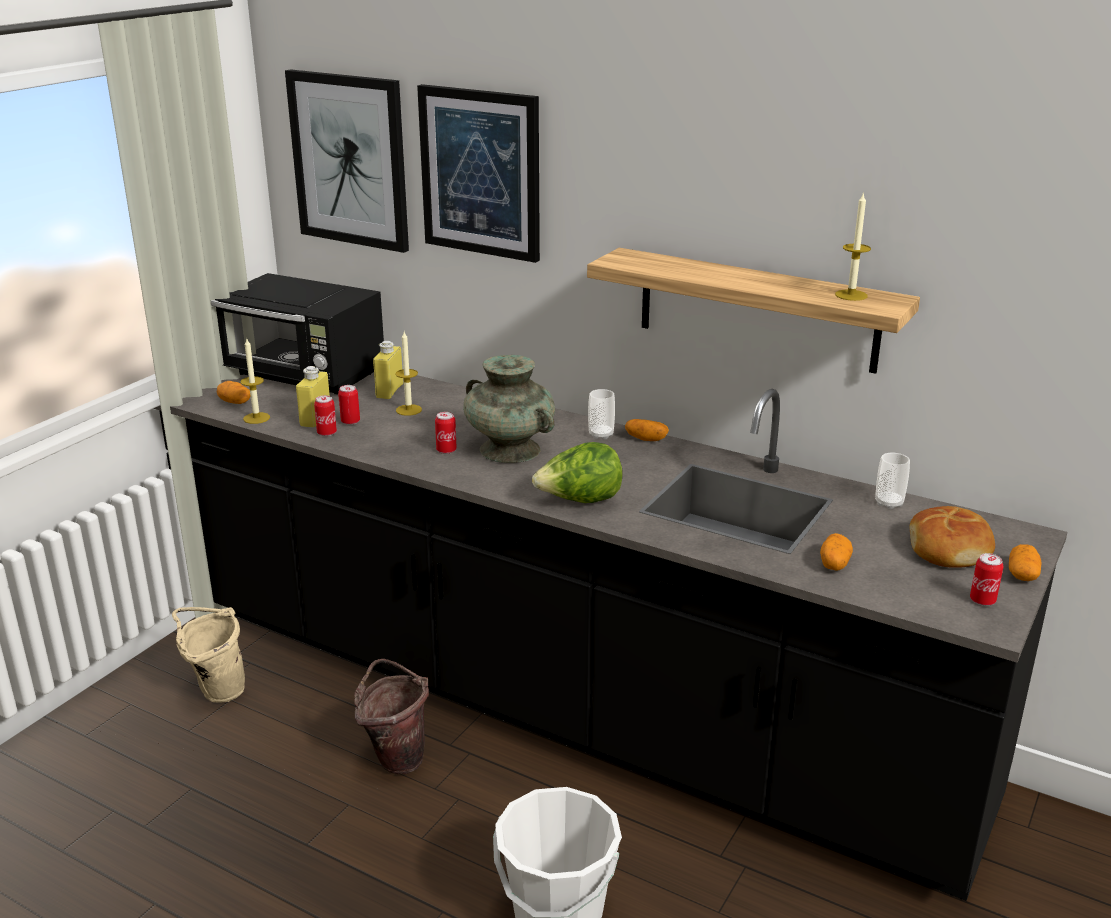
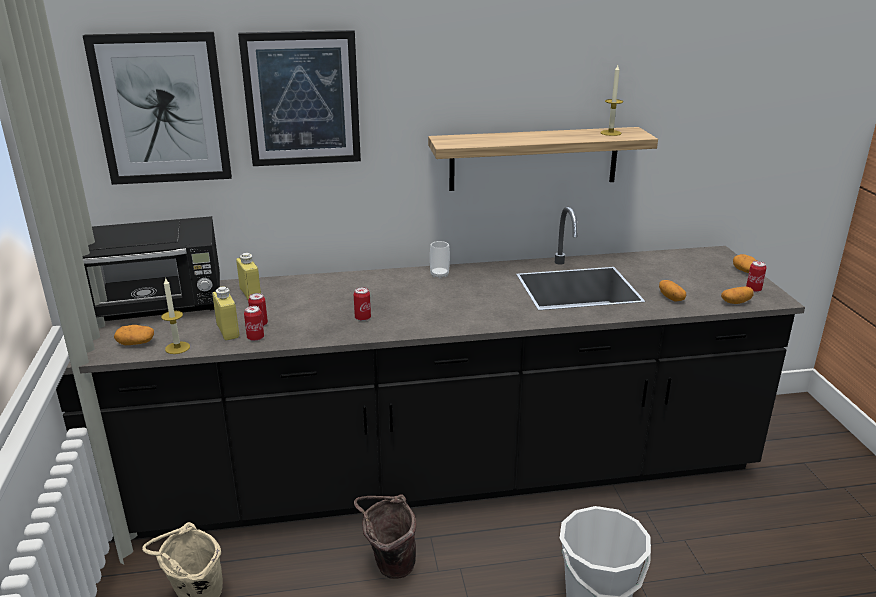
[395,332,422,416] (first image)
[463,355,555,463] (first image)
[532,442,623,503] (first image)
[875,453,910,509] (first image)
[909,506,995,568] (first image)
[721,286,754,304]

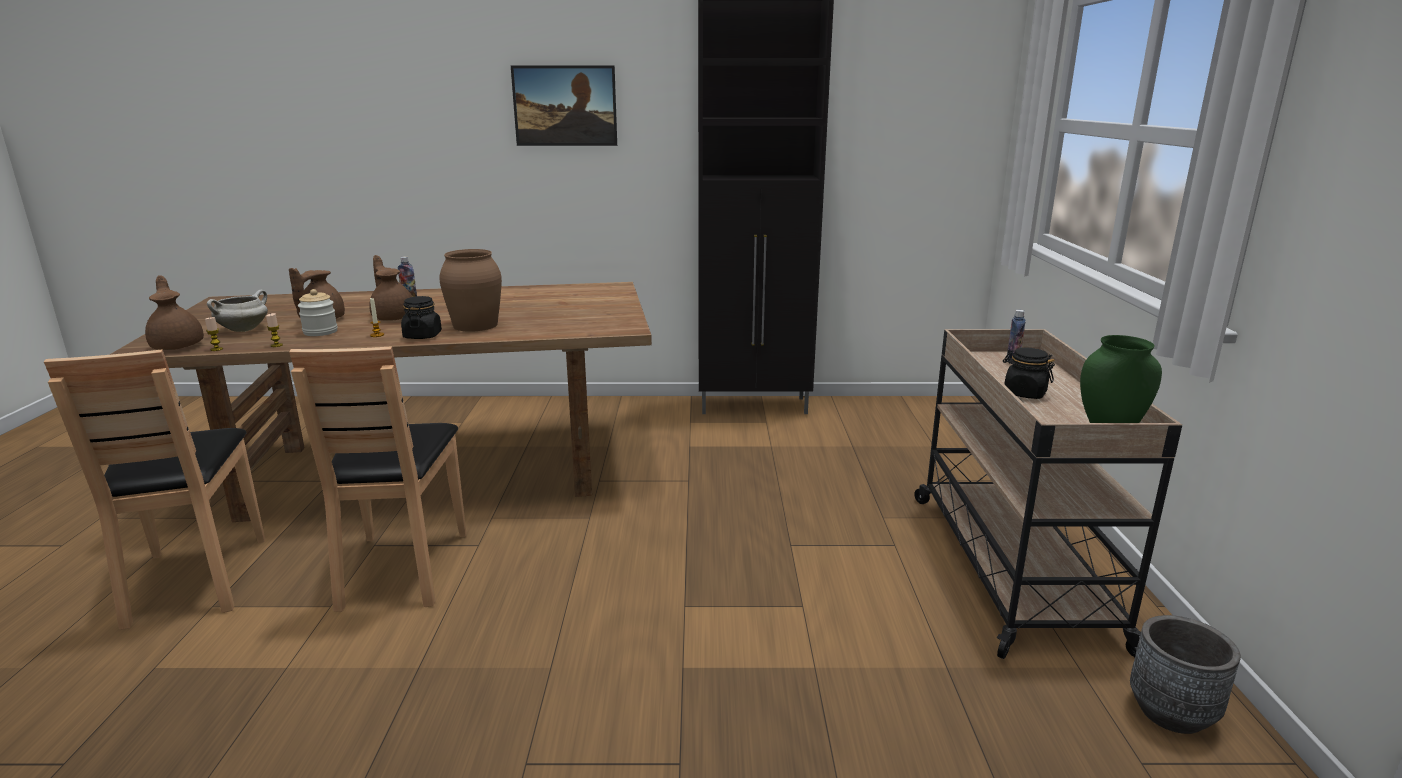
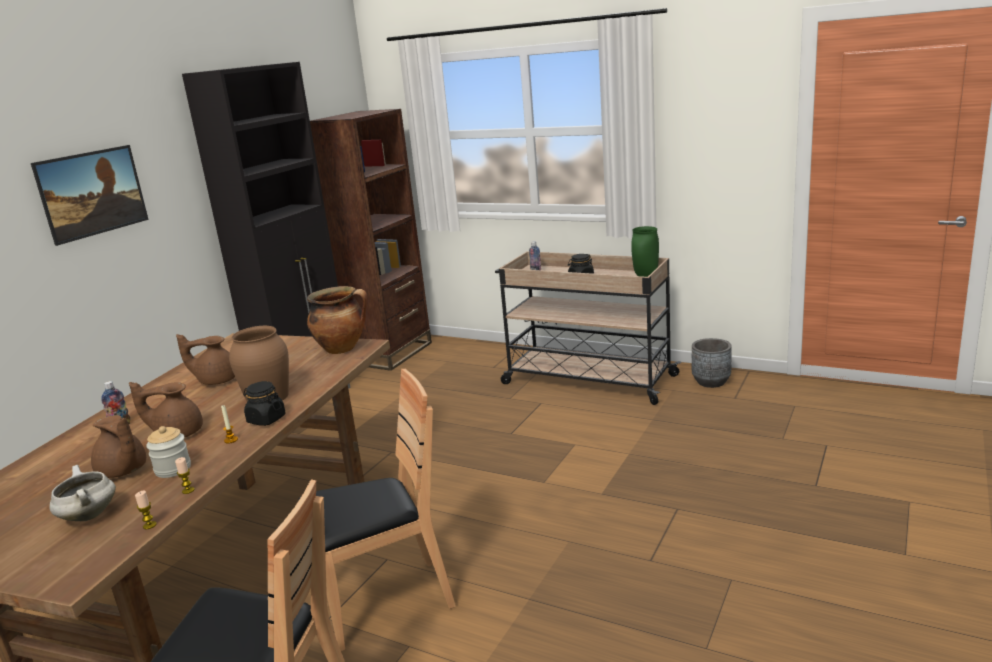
[307,286,368,354]
[310,109,432,371]
[176,334,235,385]
[298,369,456,651]

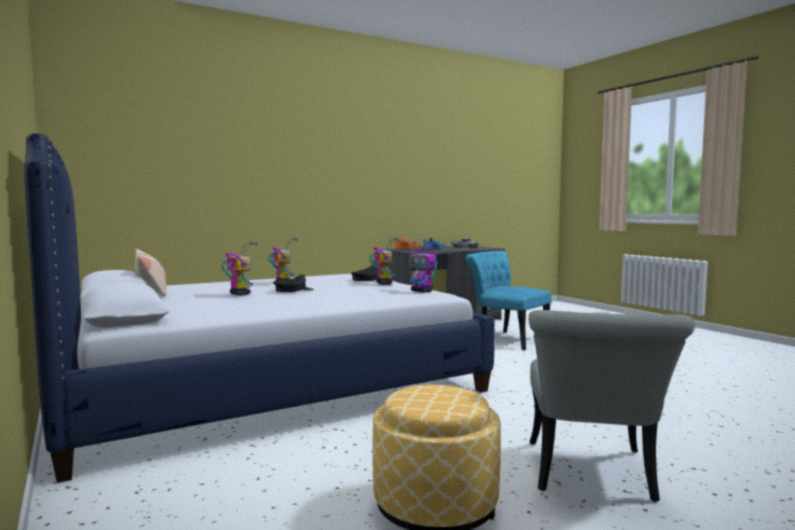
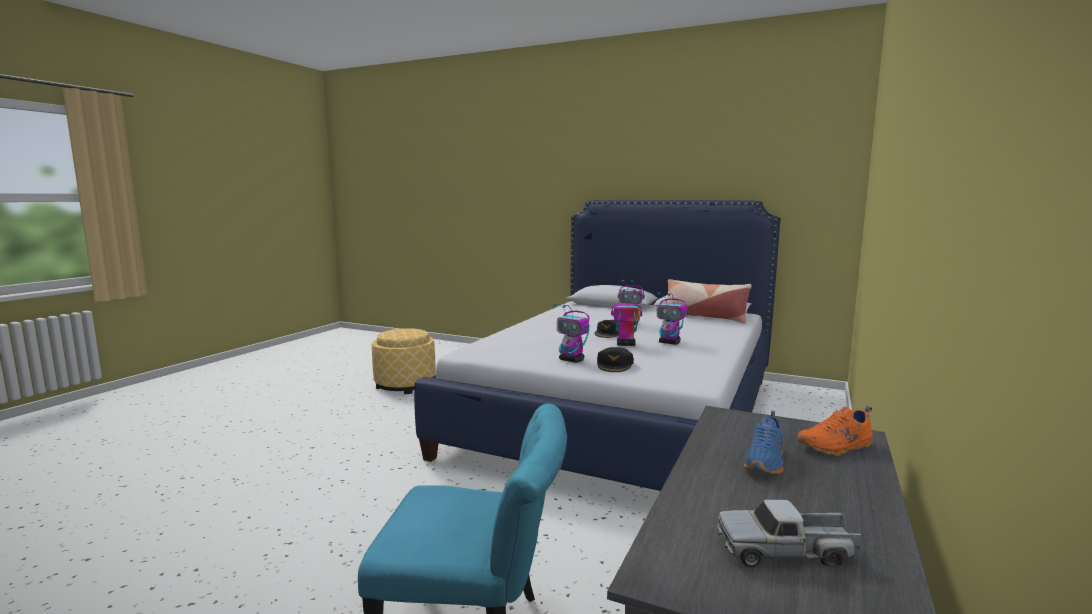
[529,310,695,502] (first image)
[611,289,642,346]

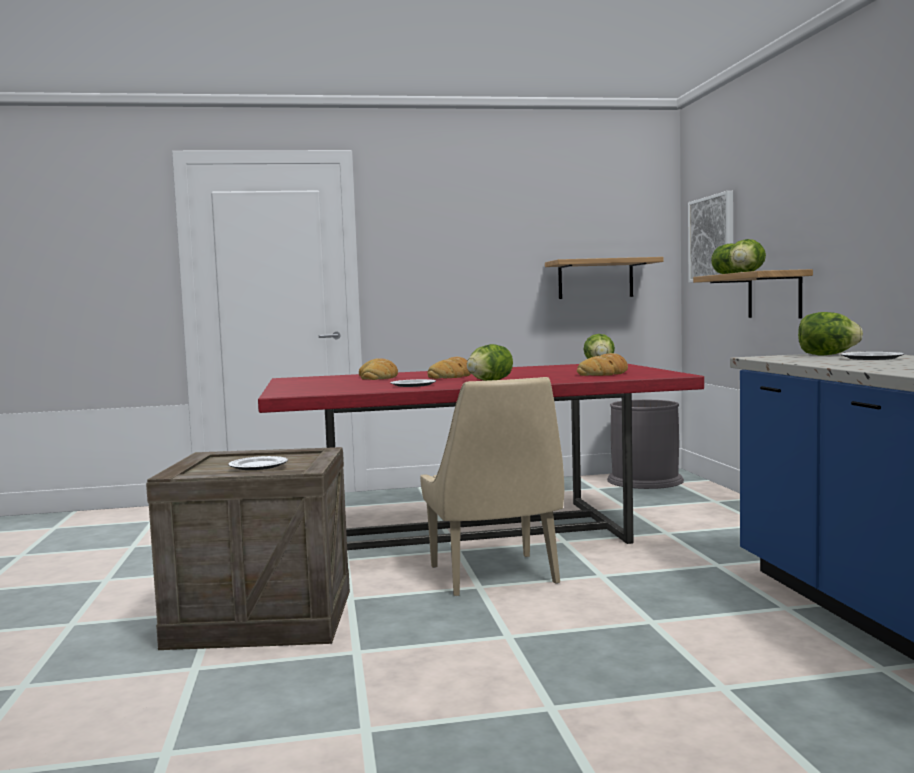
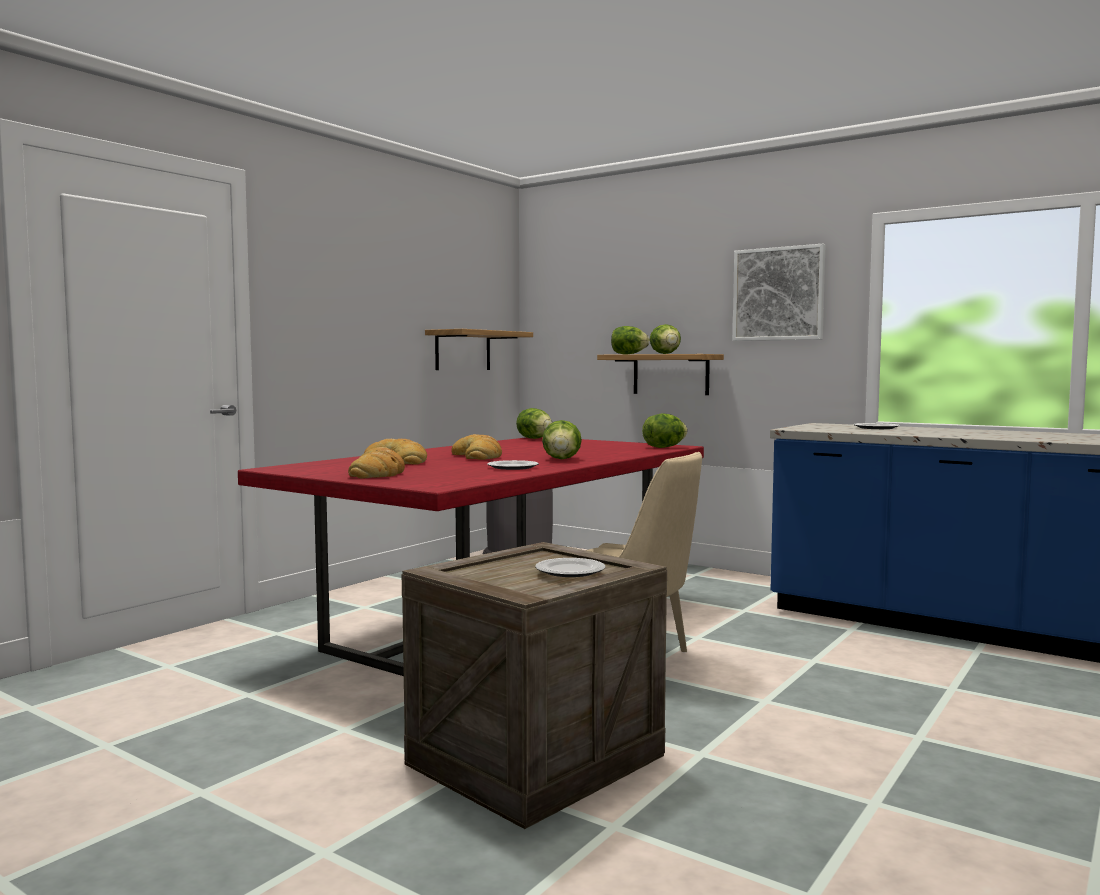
[348,447,405,479]
[733,244,826,341]
[642,413,688,448]

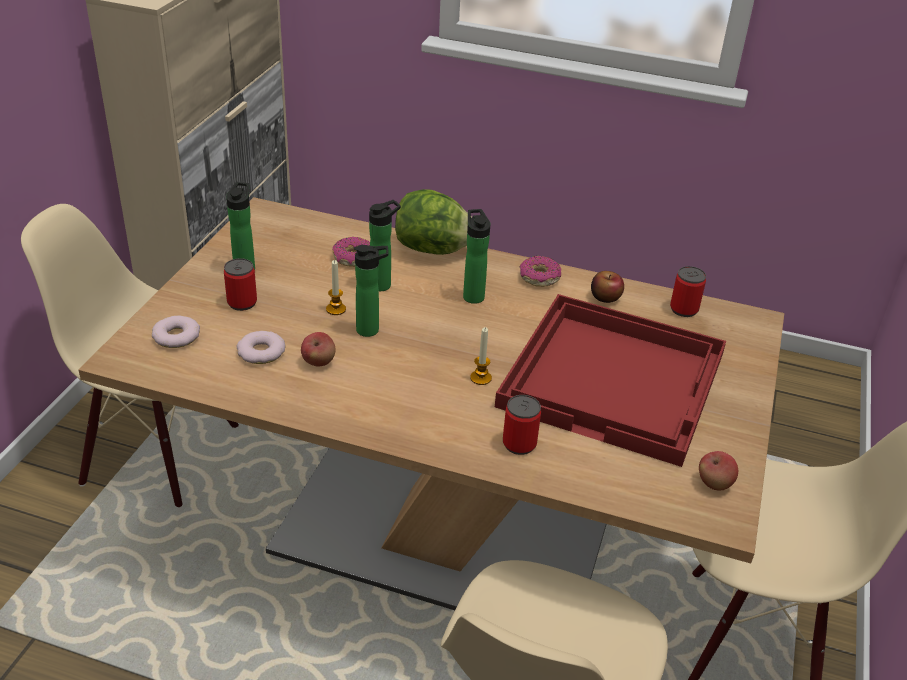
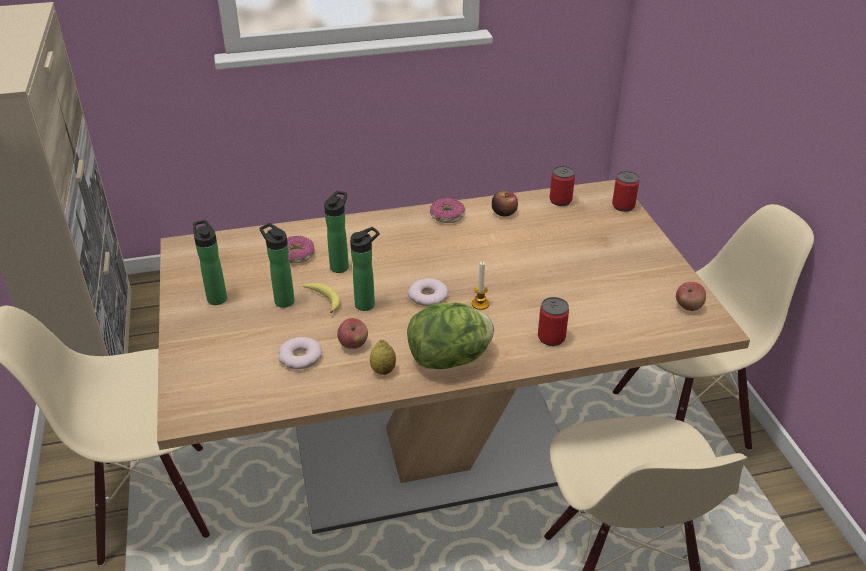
[495,294,726,467] (first image)
[370,339,396,375]
[408,278,448,306]
[612,171,639,212]
[407,303,494,369]
[259,223,295,308]
[303,283,341,313]

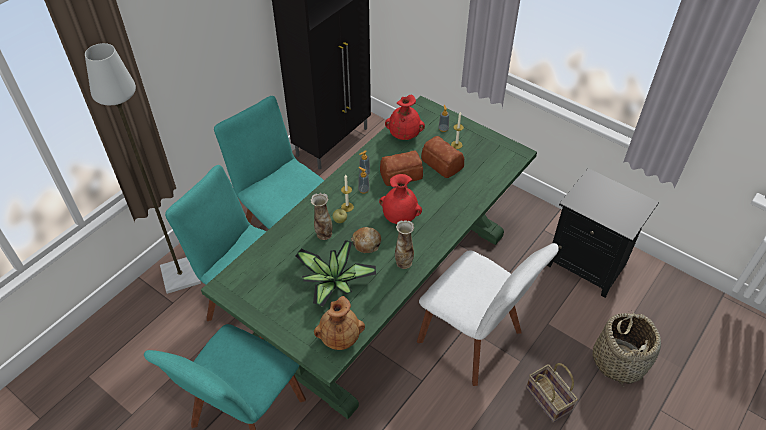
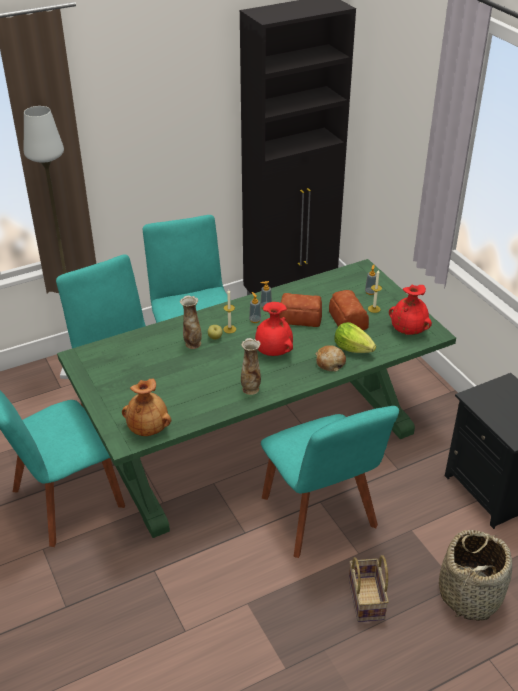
[295,240,376,307] (first image)
[335,322,376,353]
[315,345,346,372]
[389,284,432,335]
[261,406,399,558]

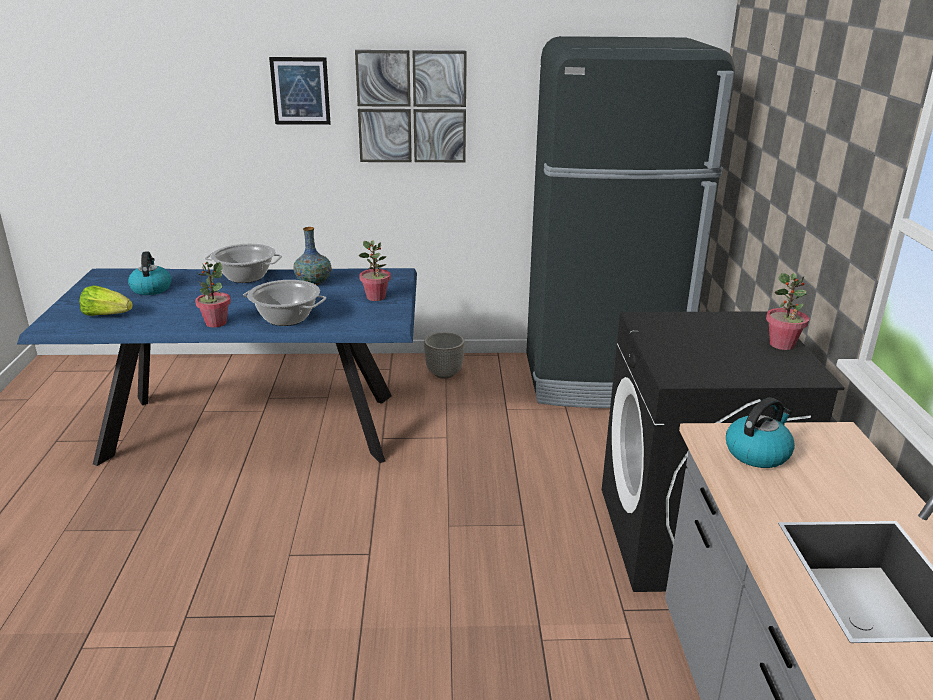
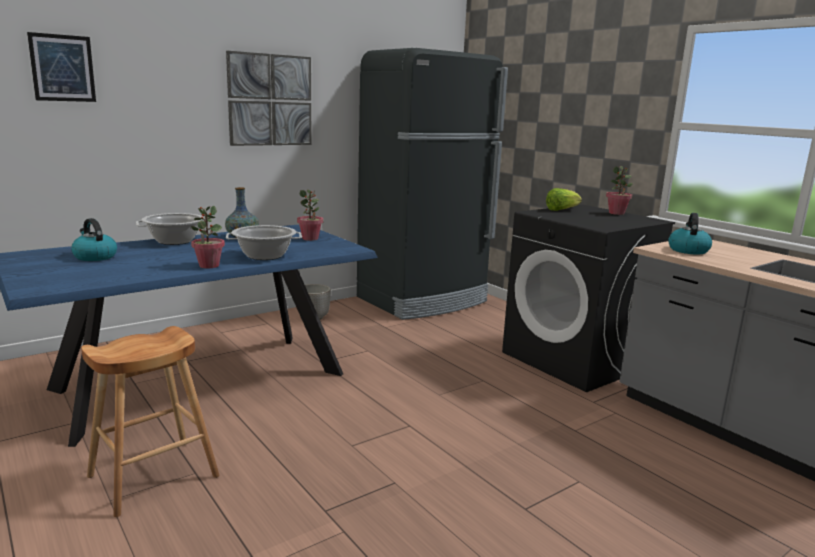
[81,326,219,517]
[546,188,582,211]
[27,32,96,102]

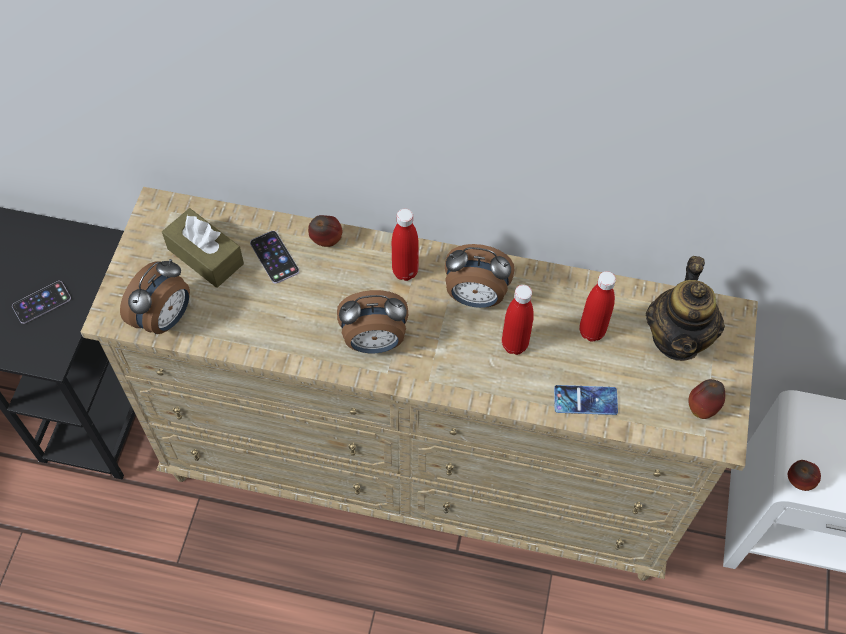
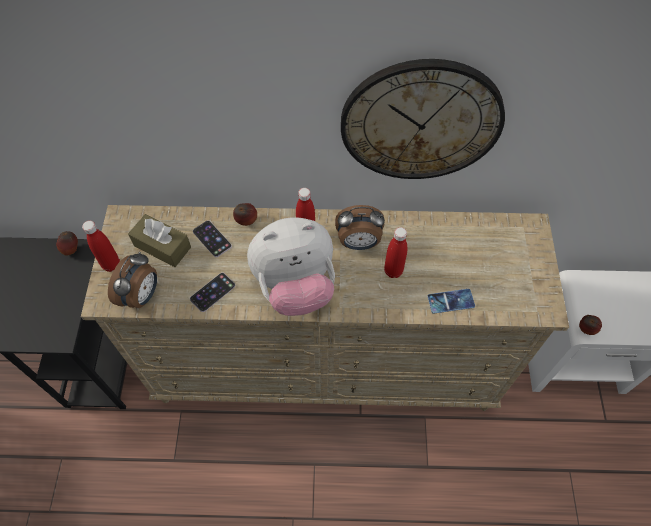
[646,256,725,361] (first image)
[341,59,505,179]
[190,273,235,312]
[82,221,120,272]
[56,231,78,256]
[247,217,335,316]

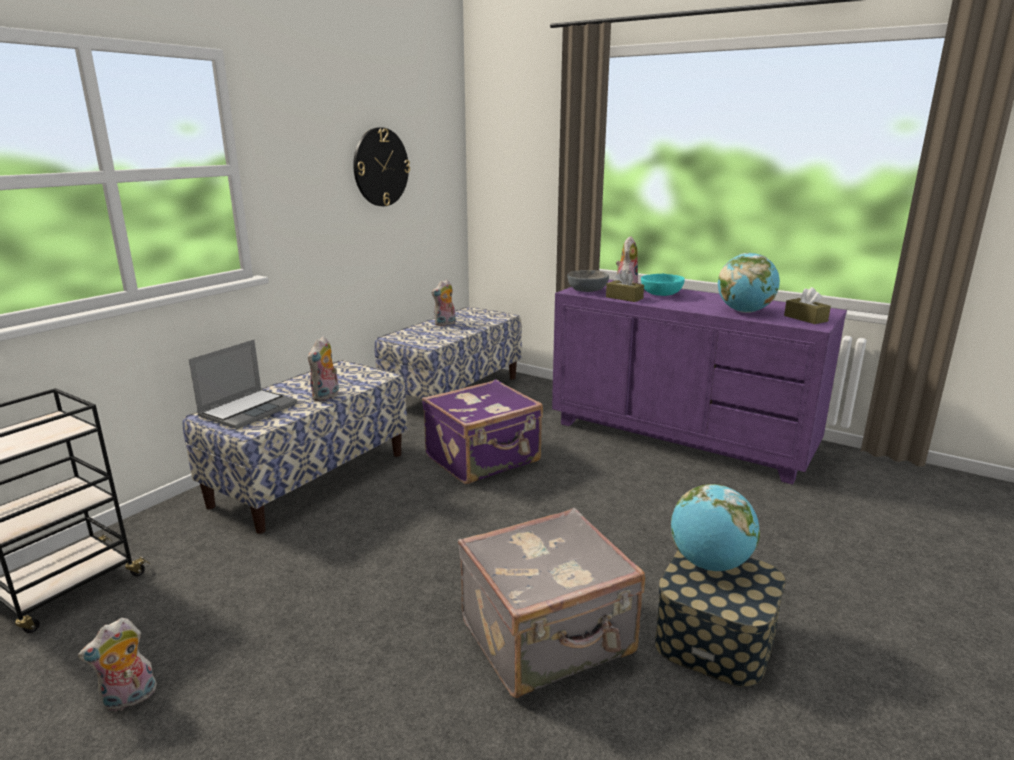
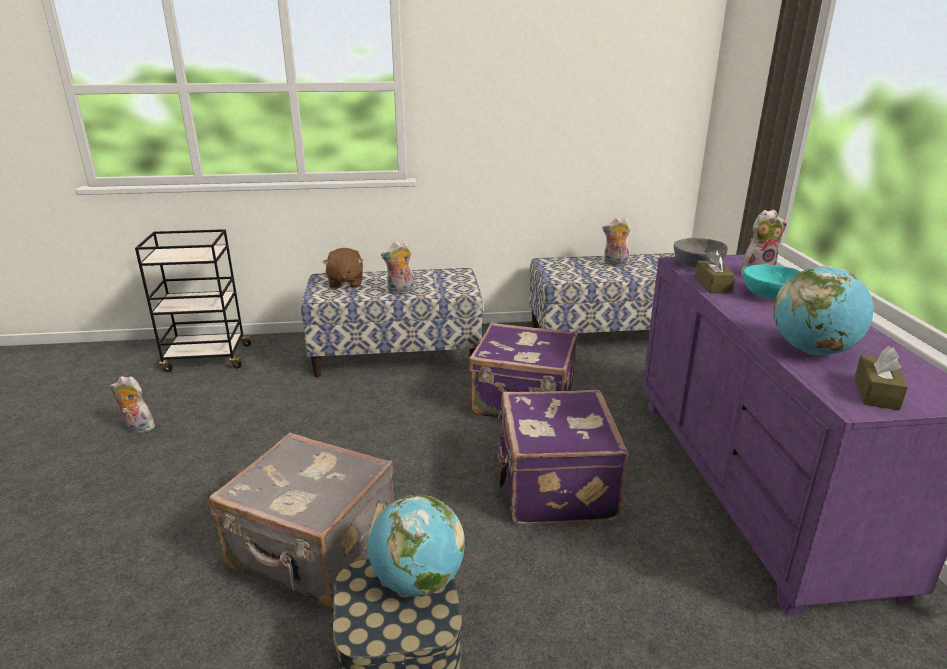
[353,127,410,206] (first image)
[498,390,628,525]
[322,248,364,289]

